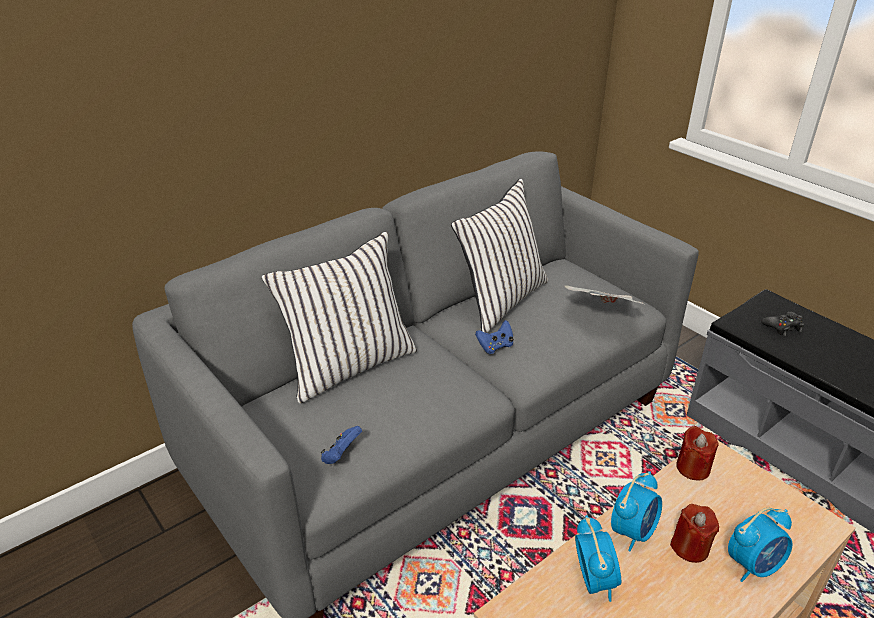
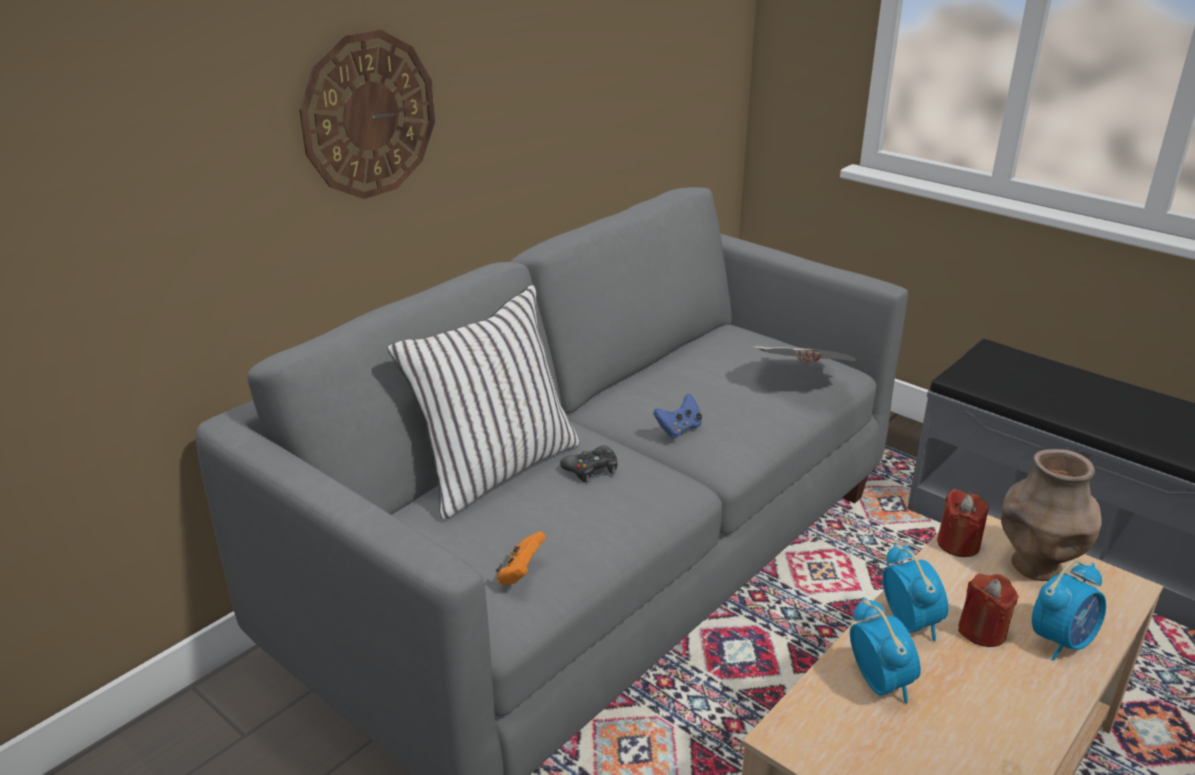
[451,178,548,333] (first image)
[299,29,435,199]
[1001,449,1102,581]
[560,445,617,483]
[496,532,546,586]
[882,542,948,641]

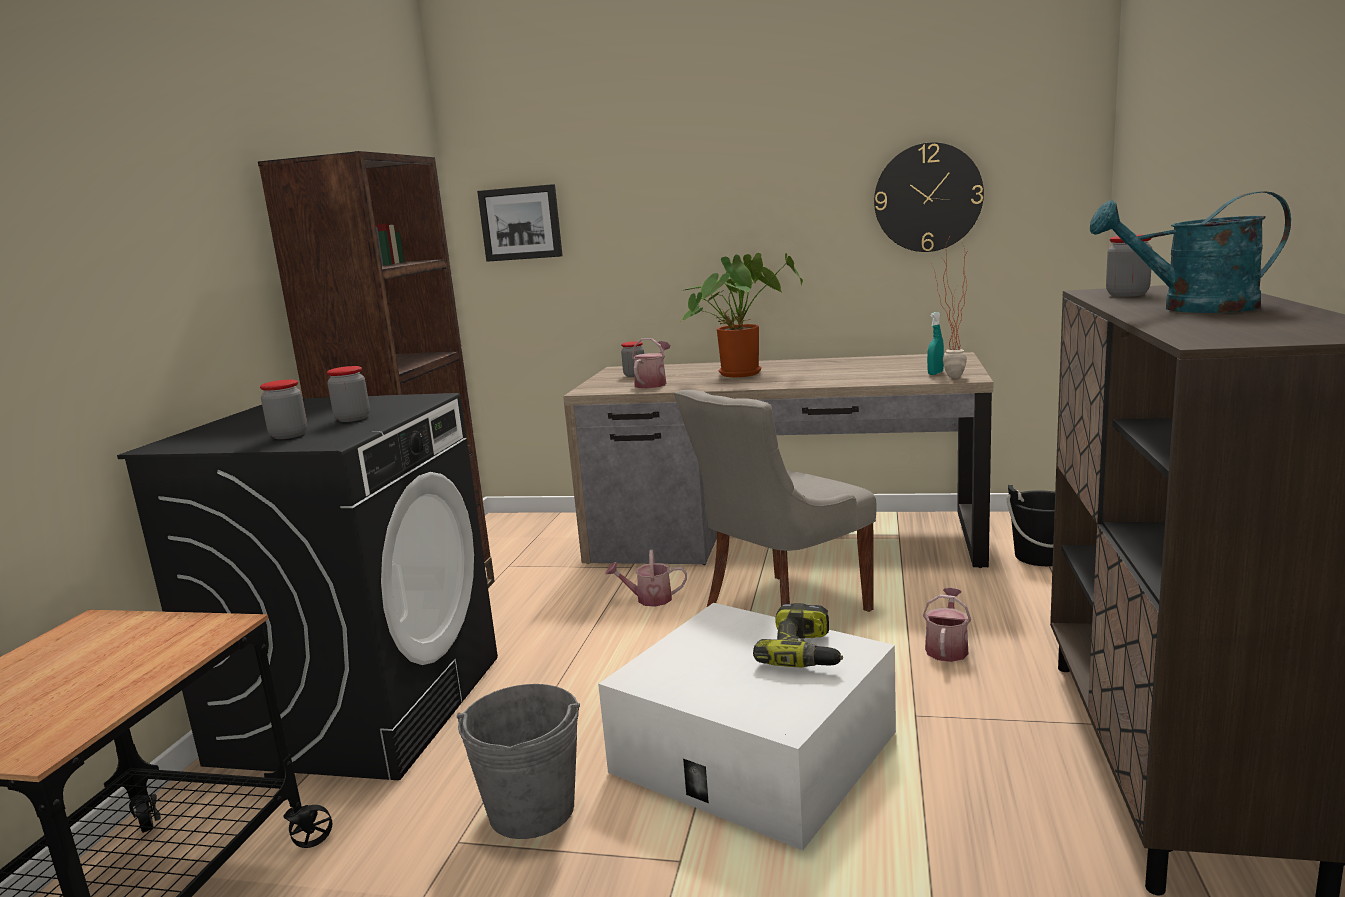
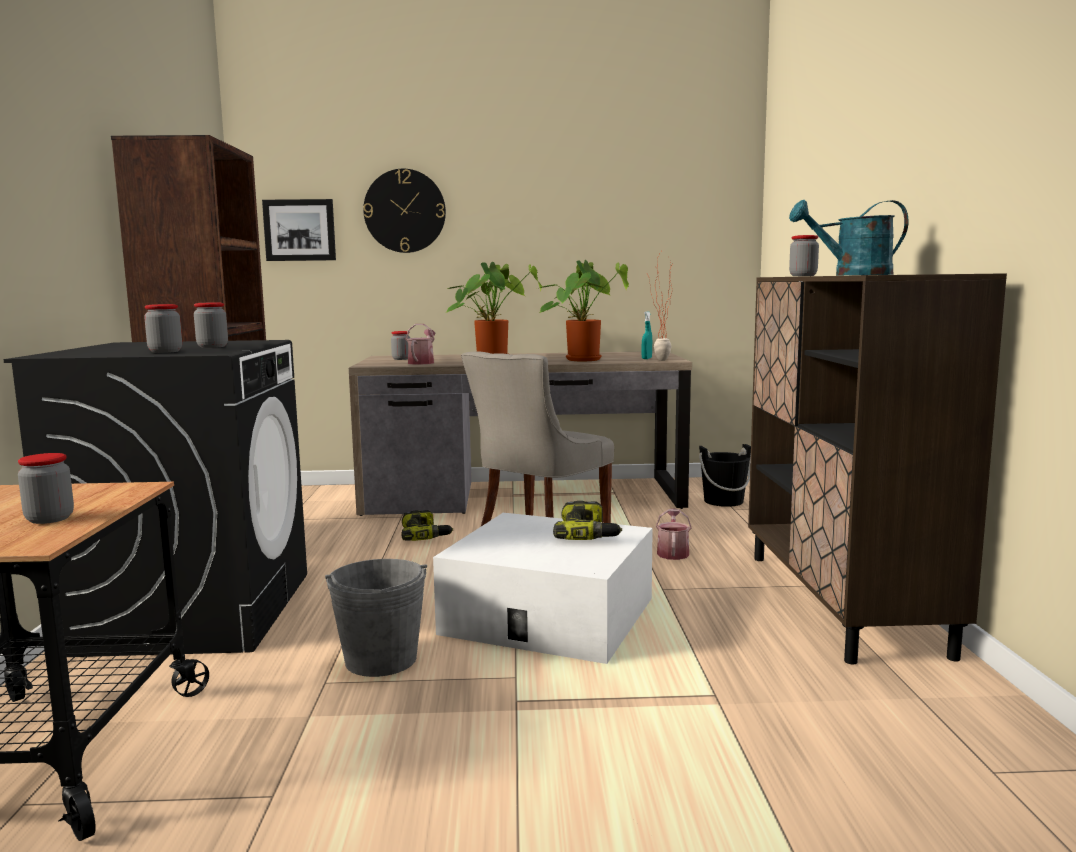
[18,453,74,524]
[540,260,629,361]
[363,169,446,253]
[401,510,453,541]

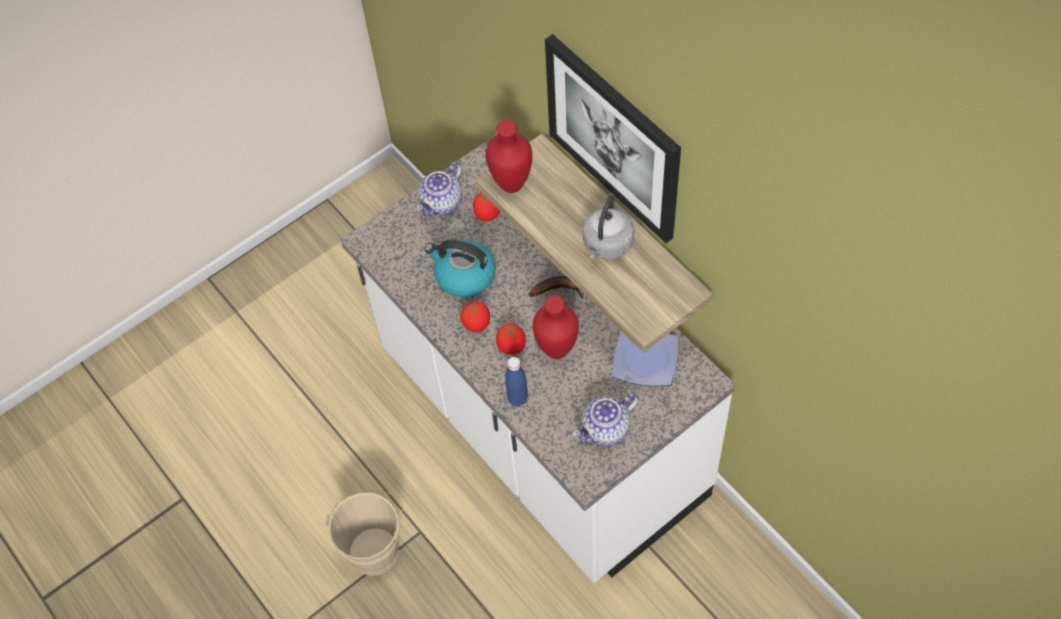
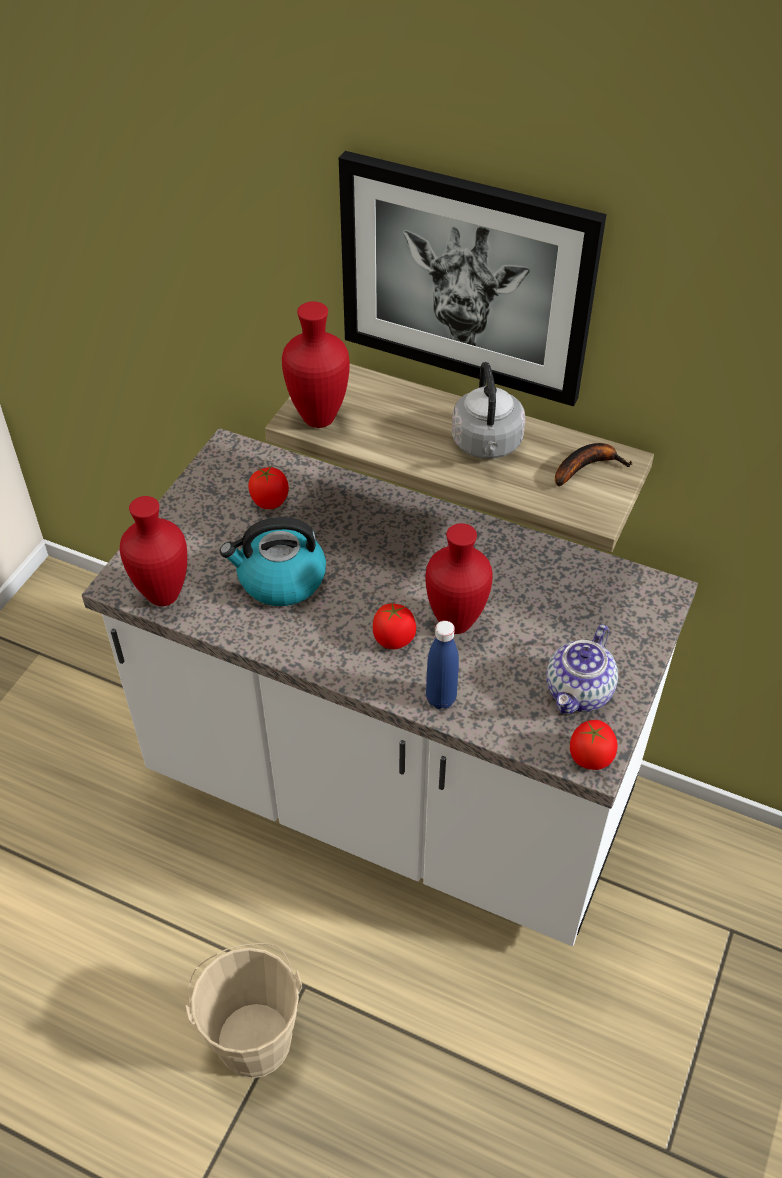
[416,161,462,217] (first image)
[613,331,678,386] (first image)
[120,496,187,606]
[570,720,617,770]
[555,443,632,487]

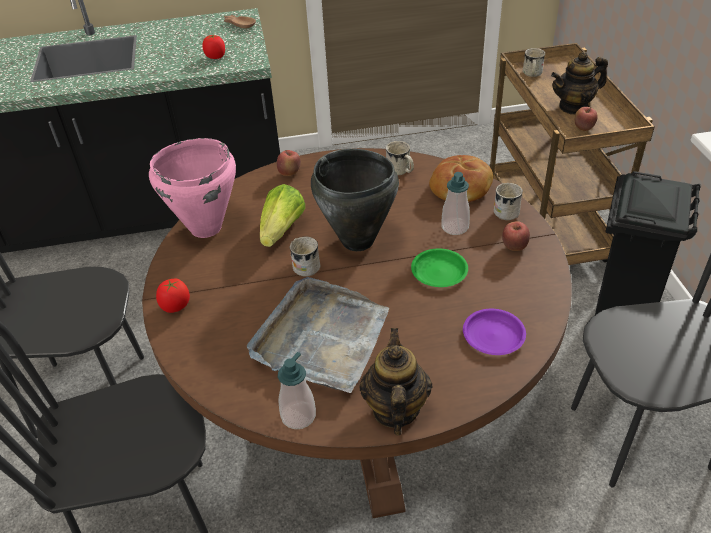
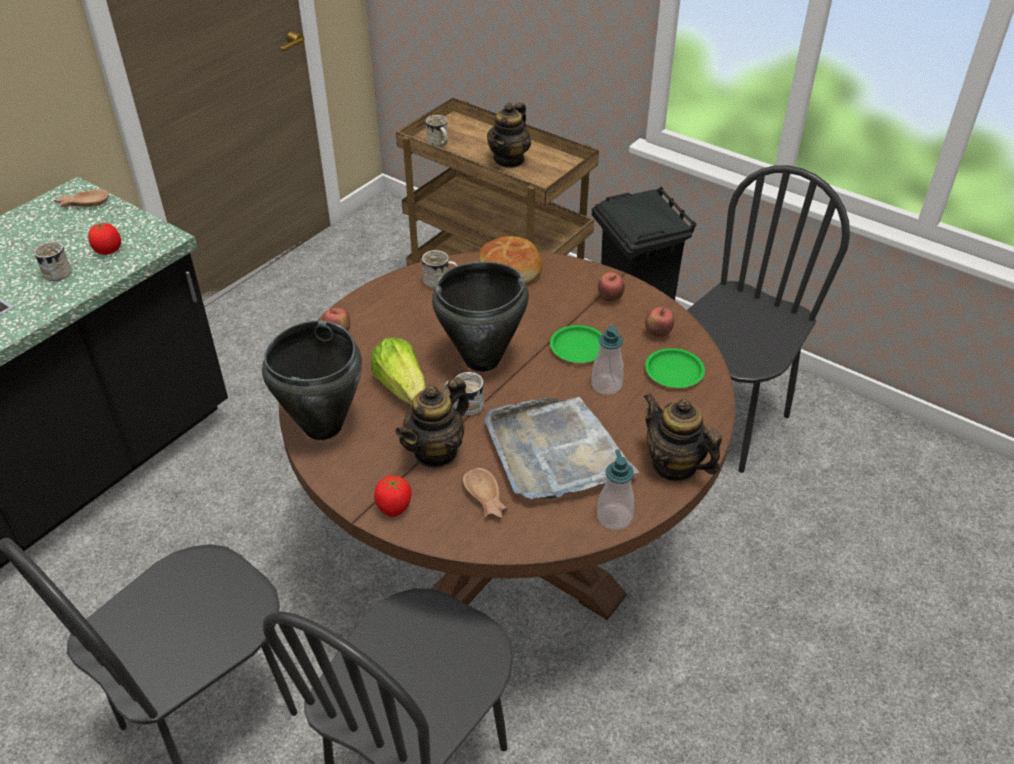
[395,377,469,468]
[463,468,508,519]
[591,326,624,395]
[33,241,72,281]
[645,307,674,337]
[262,320,362,440]
[645,348,705,388]

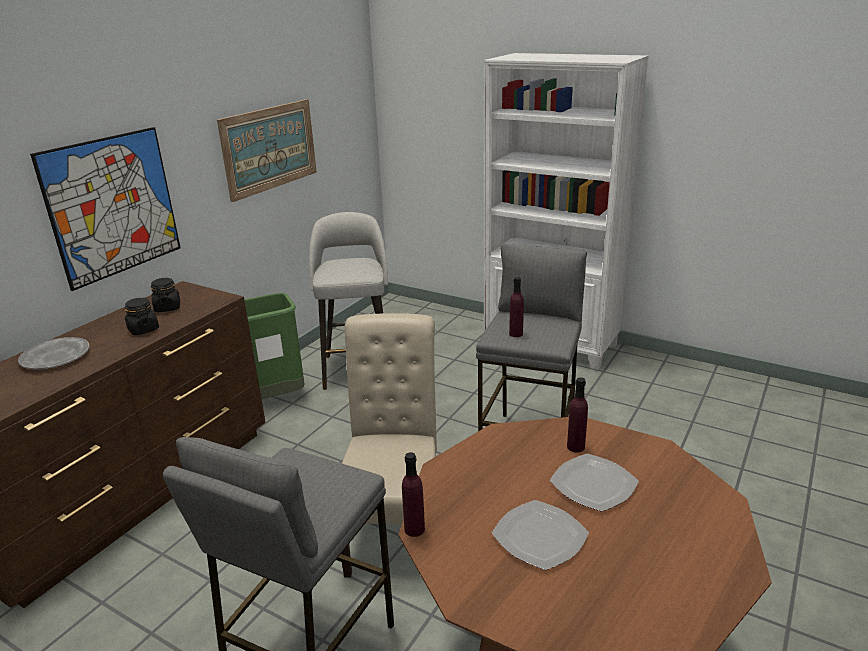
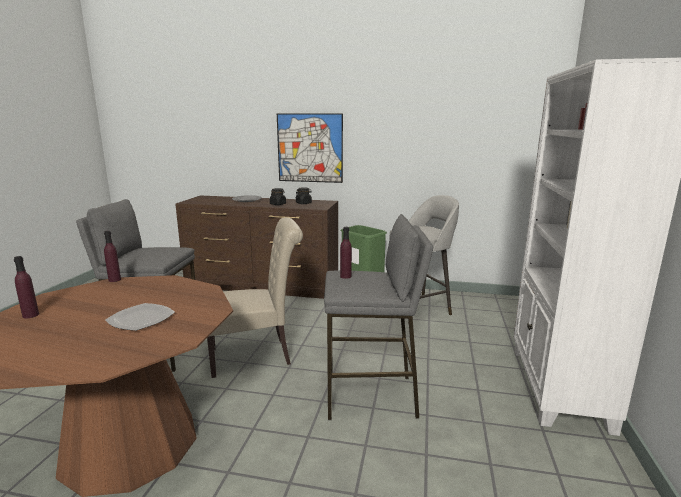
[217,99,317,202] (first image)
[492,500,589,570] (first image)
[14,256,39,318]

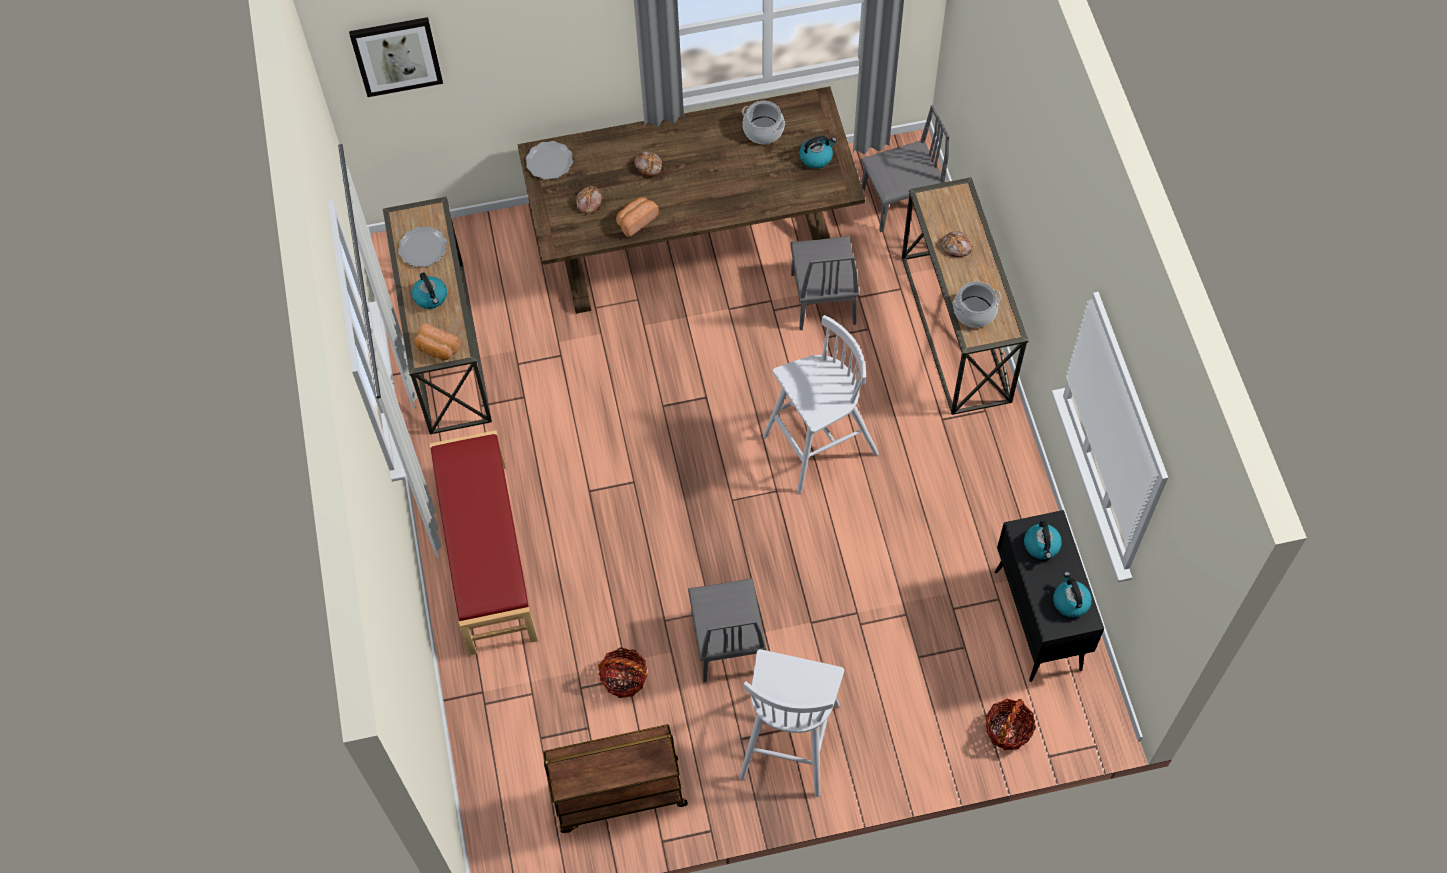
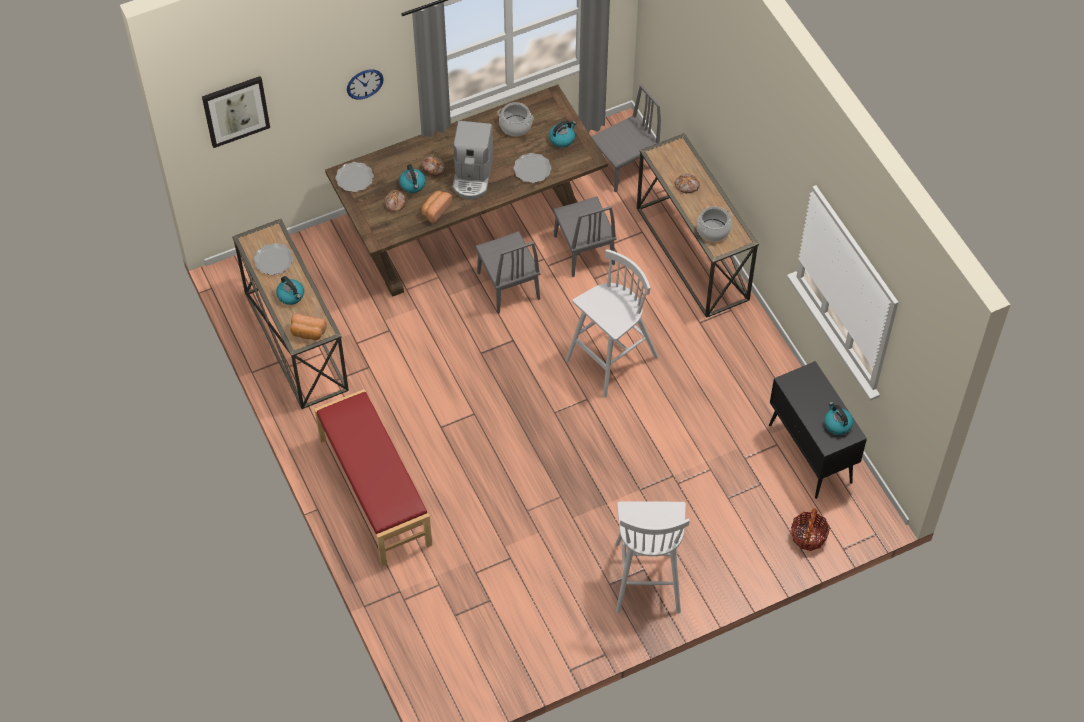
[544,724,688,833] (first image)
[598,647,648,698] (first image)
[347,69,384,99]
[452,121,493,200]
[513,153,552,183]
[475,231,541,314]
[399,164,426,193]

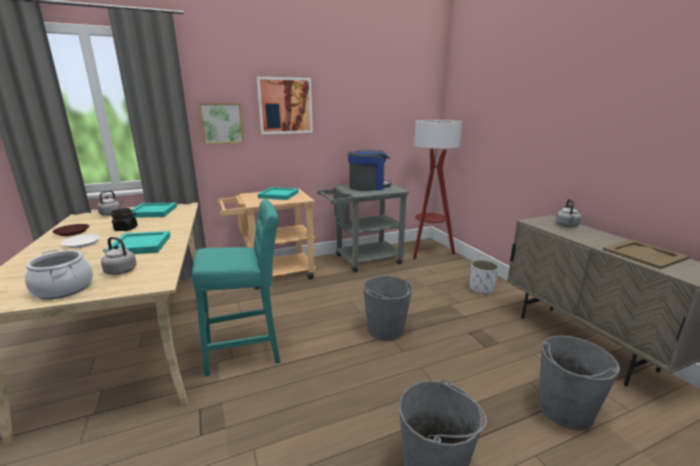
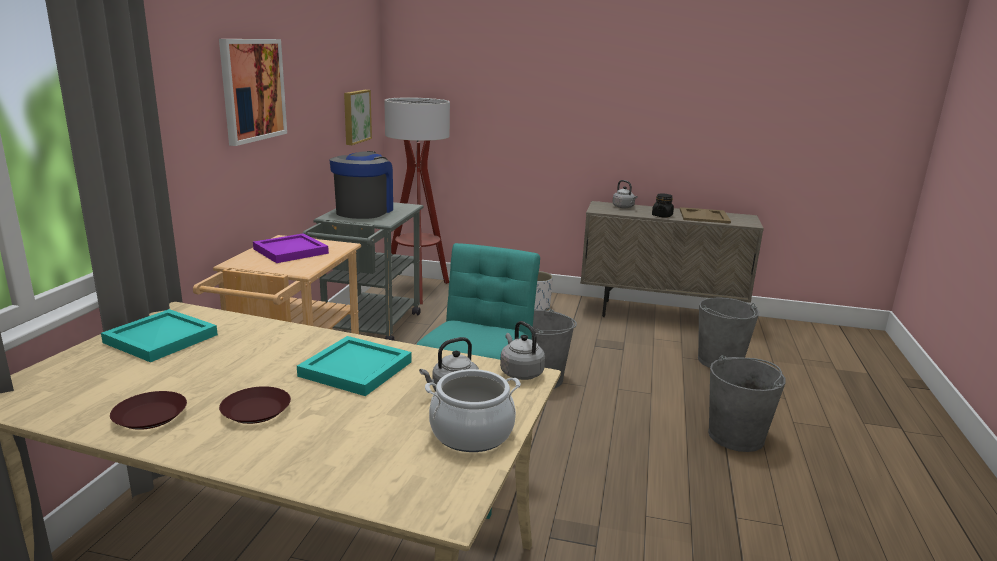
[500,321,545,380]
[652,193,674,217]
[344,90,372,145]
[219,386,291,424]
[253,233,329,263]

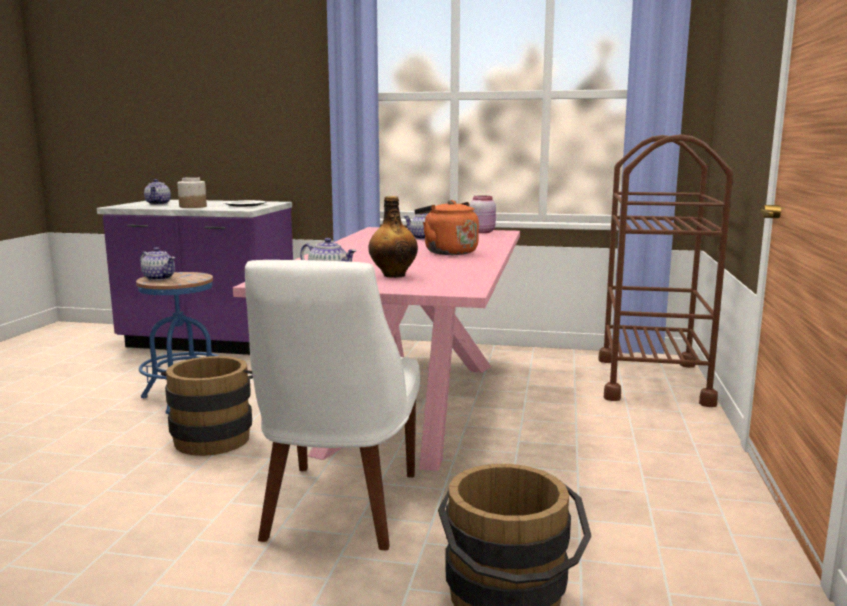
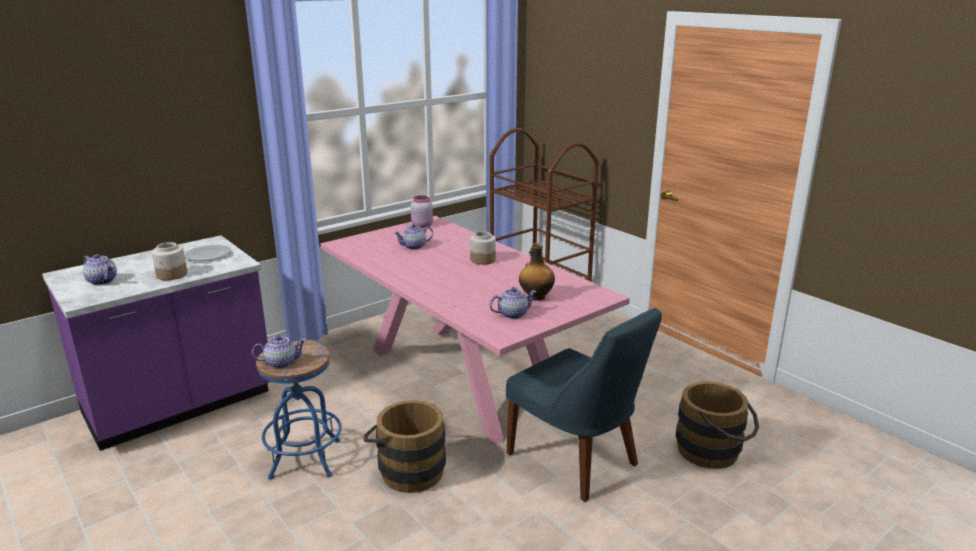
[470,231,496,265]
[506,308,662,502]

